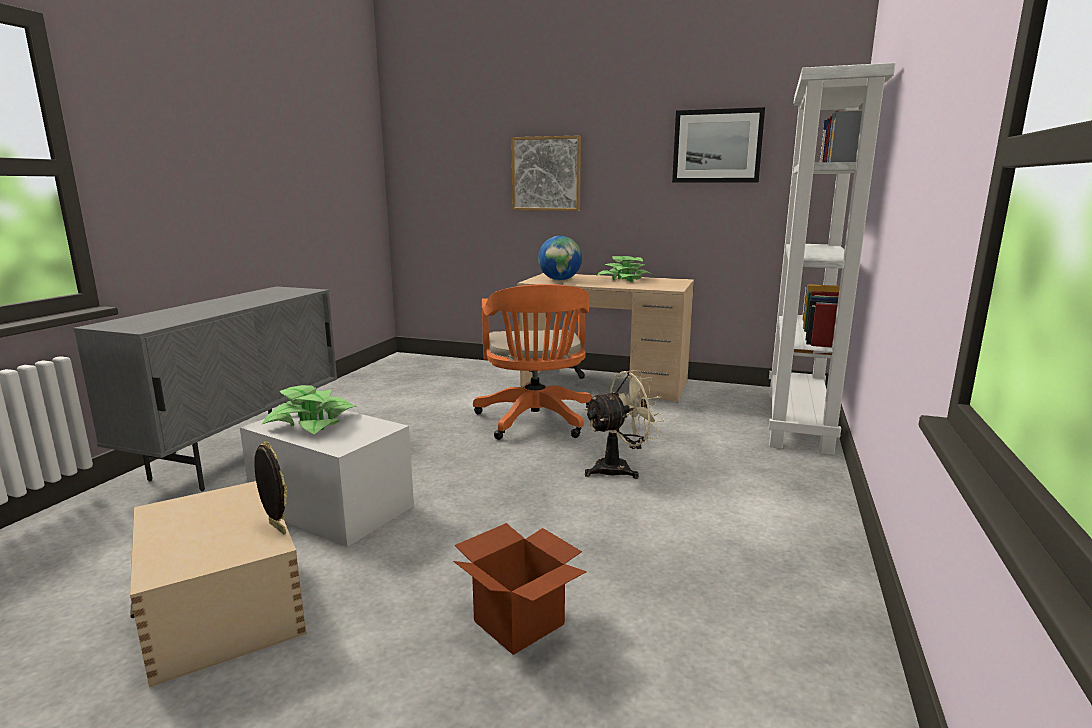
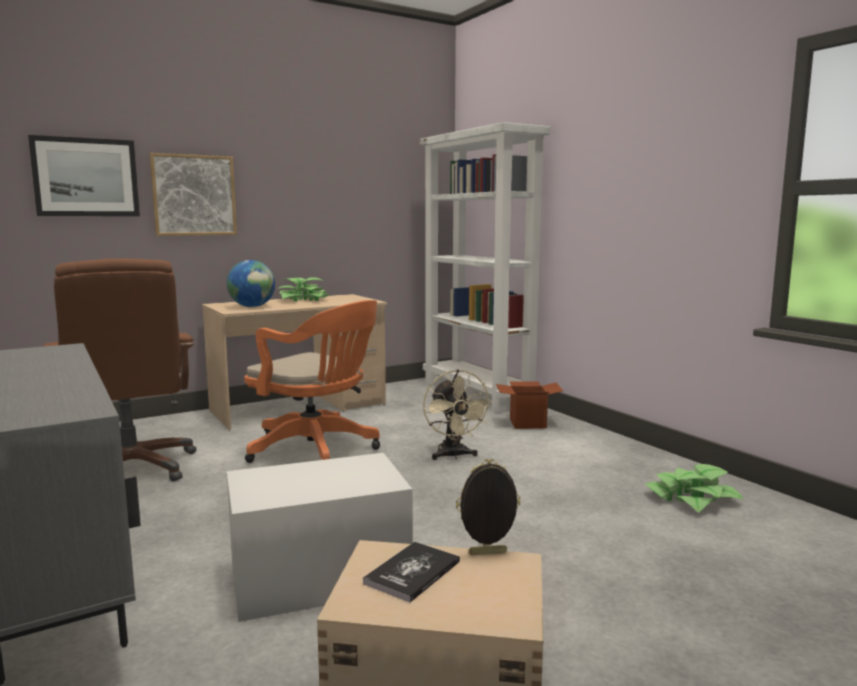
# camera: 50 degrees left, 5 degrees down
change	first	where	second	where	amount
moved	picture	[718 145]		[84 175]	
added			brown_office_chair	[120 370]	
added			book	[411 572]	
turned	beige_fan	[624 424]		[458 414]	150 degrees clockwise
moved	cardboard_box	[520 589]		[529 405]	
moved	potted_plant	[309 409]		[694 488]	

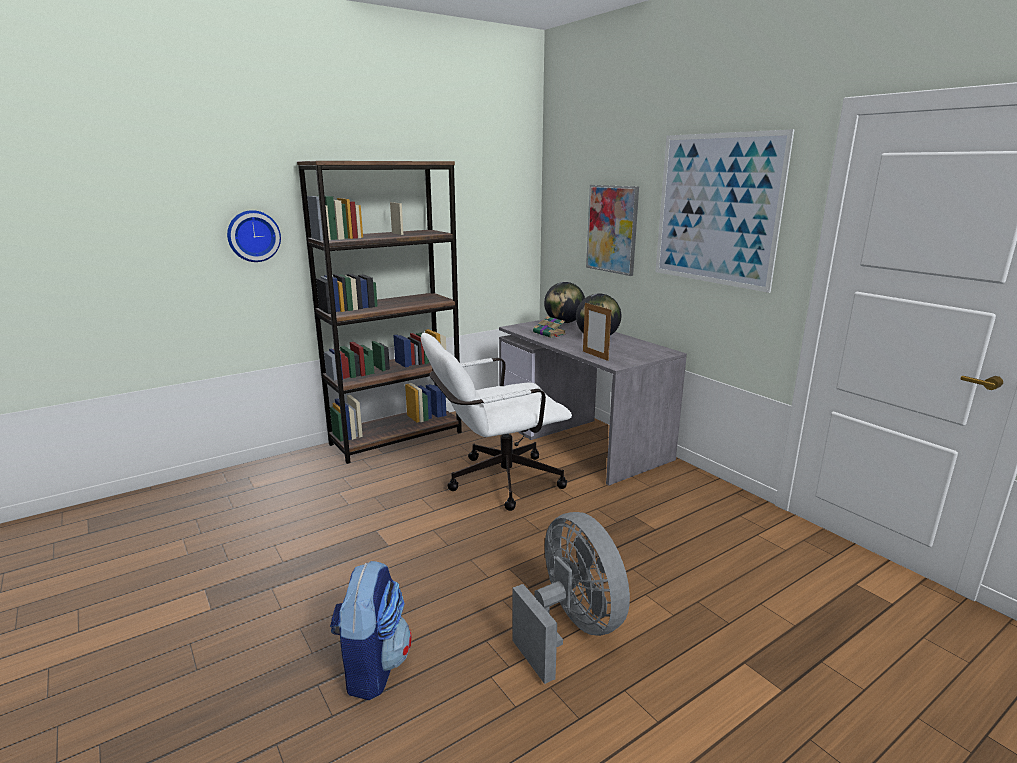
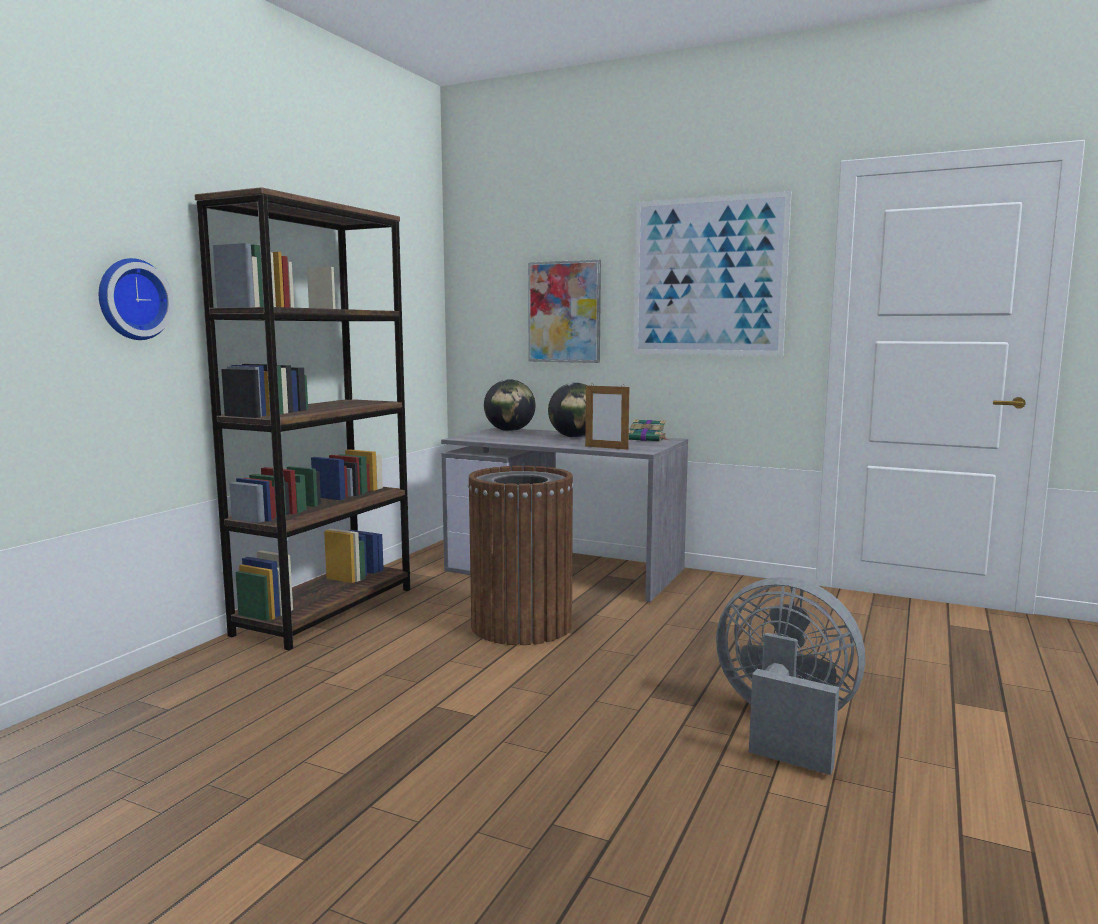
# camera: 30 degrees left, 10 degrees down
change	first	where	second	where	amount
replaced	white_office_chair	[496 422]	brown_trash_can	[521 555]	
moved	book	[549 327]		[648 430]	
removed	backpack	[371 630]			

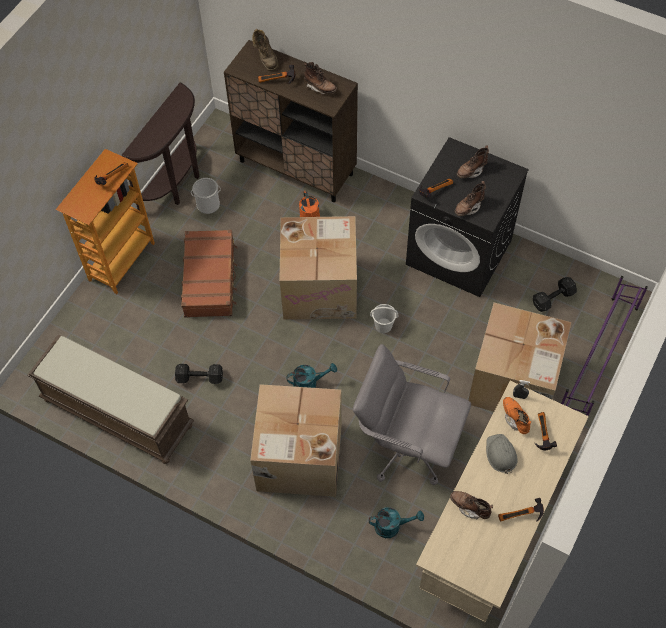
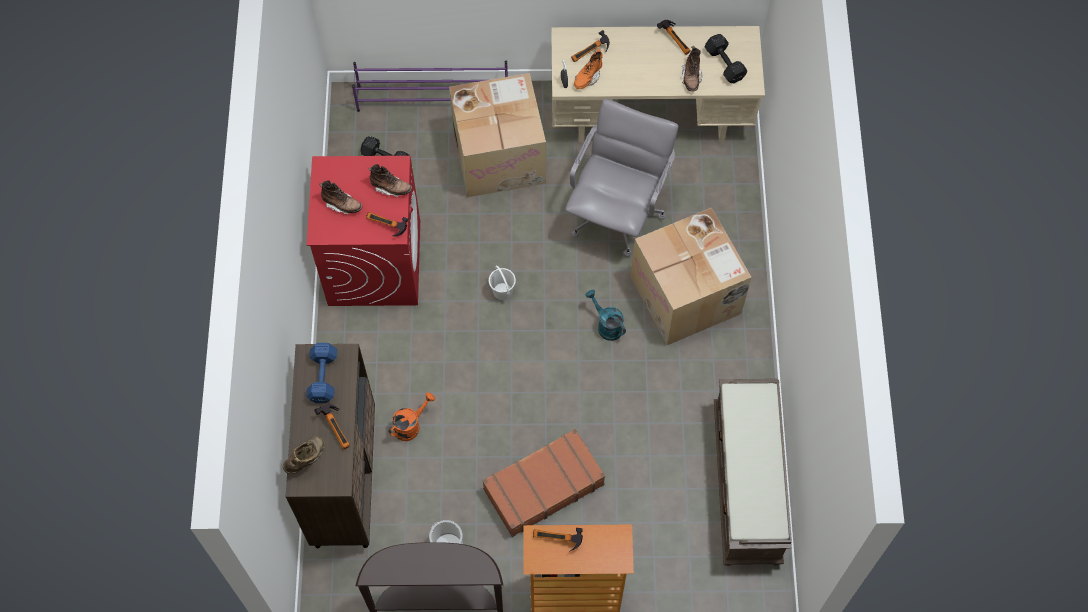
# camera: 120 degrees left, 5 degrees up
change	first	where	second	where	amount
replaced	brown_boot	[320 78]	blue_dumbbell	[321 373]	
recoloured	black_washing_machine	[467 217]	red_washing_machine	[363 231]	
turned	grey_office_chair	[412 414]		[621 178]	150 degrees counterclockwise
moved	black_dumbbell	[199 374]		[726 58]	
removed	cardboard_box	[318 268]			
removed	turquoise_watering_can	[396 522]			
removed	grey_hard_hat	[502 454]			

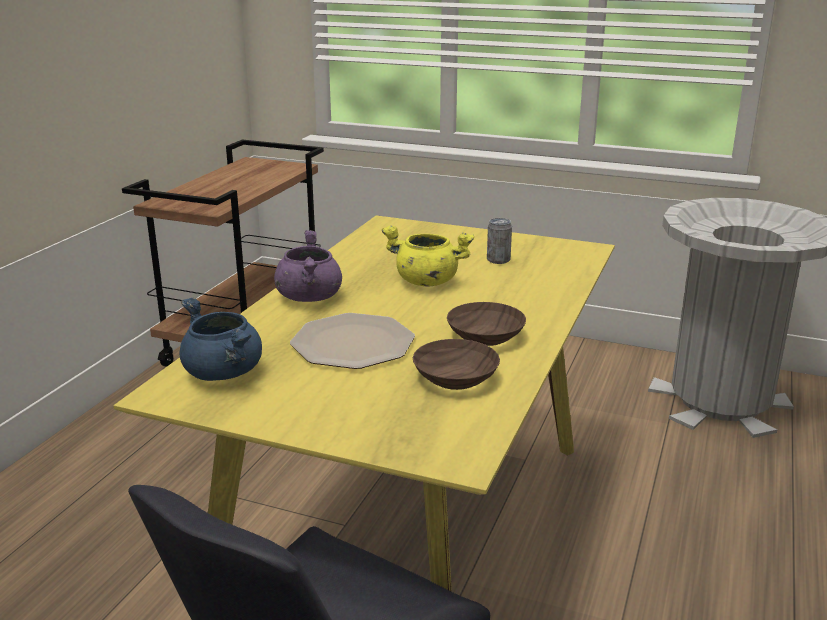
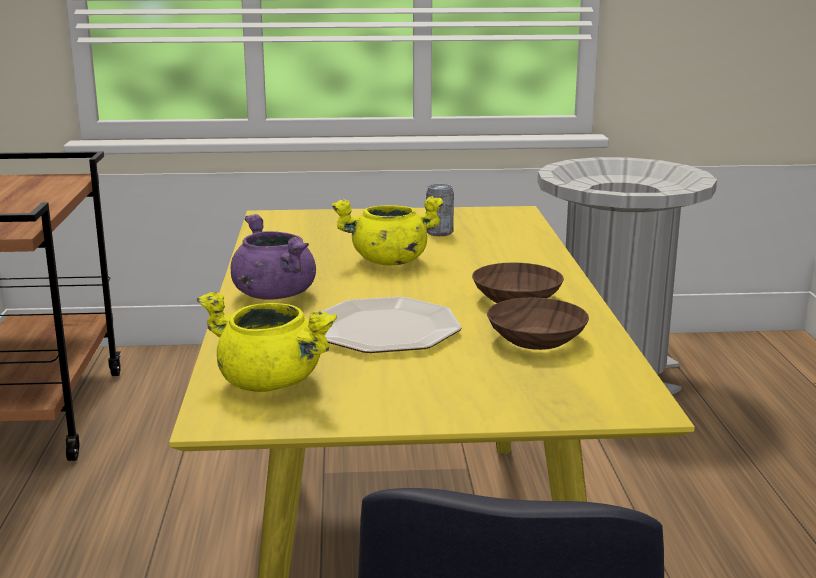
# camera: 25 degrees left, 5 degrees down
change	first	where	second	where	amount
recoloured	blue_cooking_pot	[221 339]	yellow_cooking_pot	[267 341]	

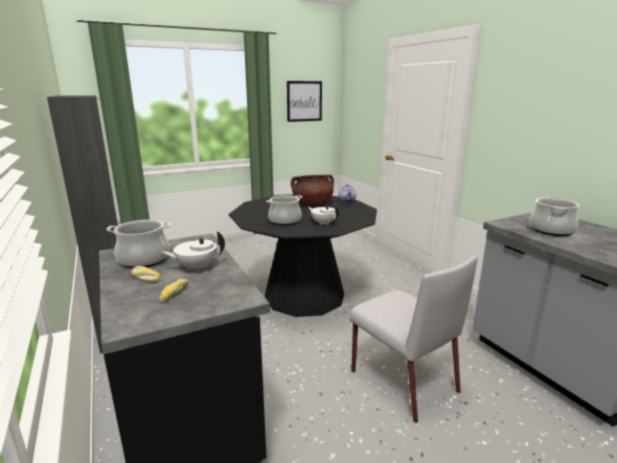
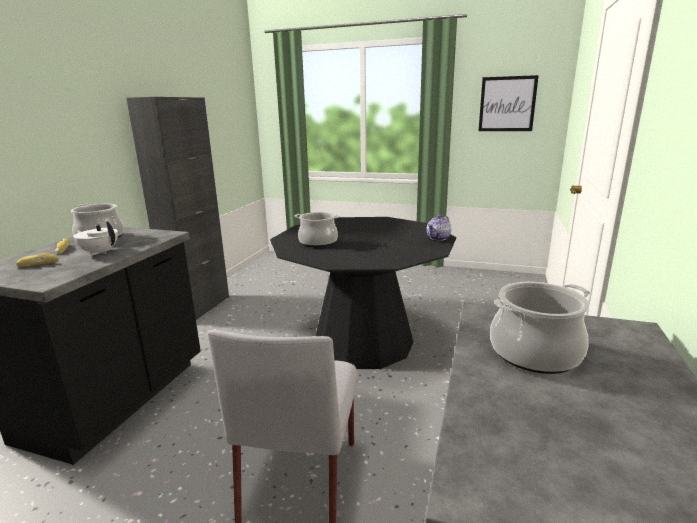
# camera: 45 degrees right, 0 degrees up
change	first	where	second	where	amount
removed	brown_cooking_pot	[312 190]			
removed	white_teapot	[323 214]			

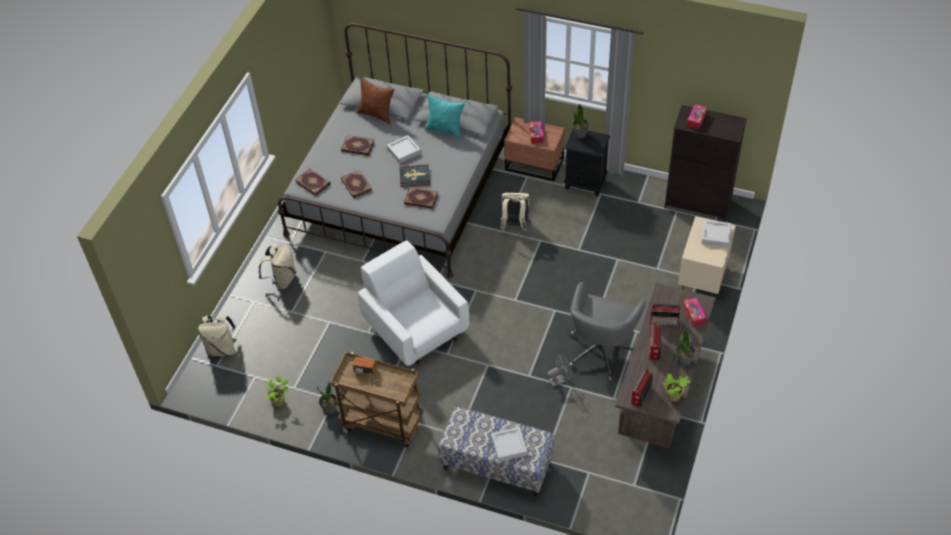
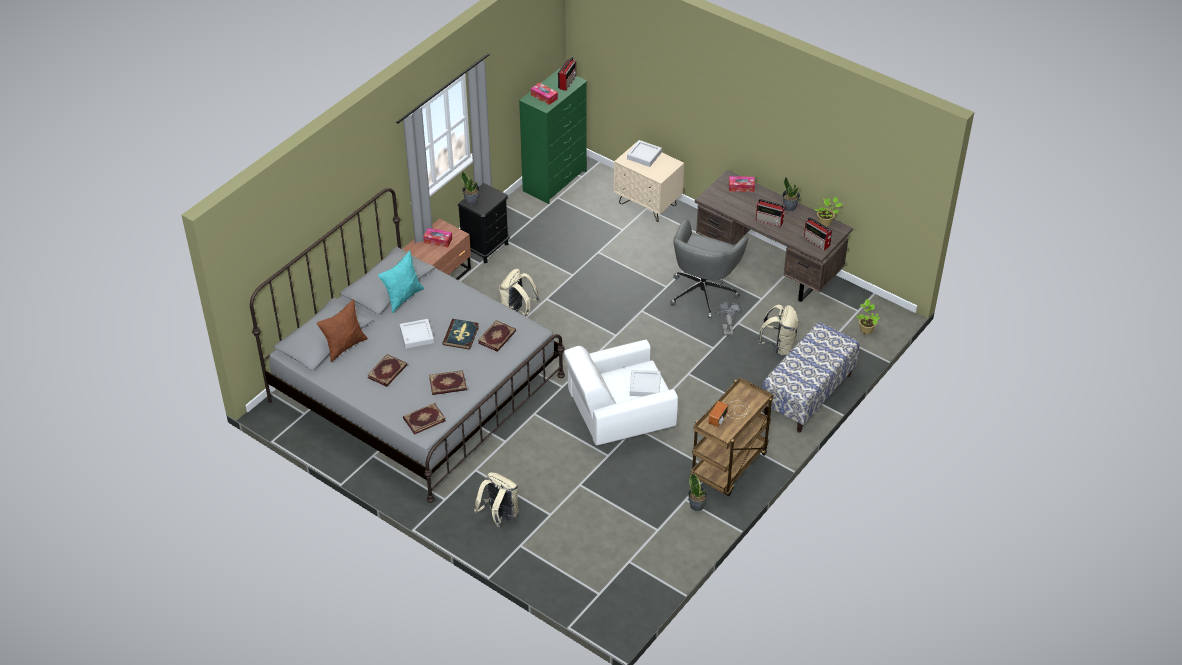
# camera: 75 degrees left, 5 degrees down
change	first	where	second	where	amount
recoloured	black_dresser	[706 163]	green_dresser	[553 136]	
moved	radio	[665 315]		[567 74]	
moved	grey_tray	[509 444]		[645 383]	
turned	grey_office_chair	[607 332]		[709 268]	75 degrees clockwise
moved	beige_backpack	[217 335]		[778 330]	
moved	potted_plant	[277 391]		[868 317]	

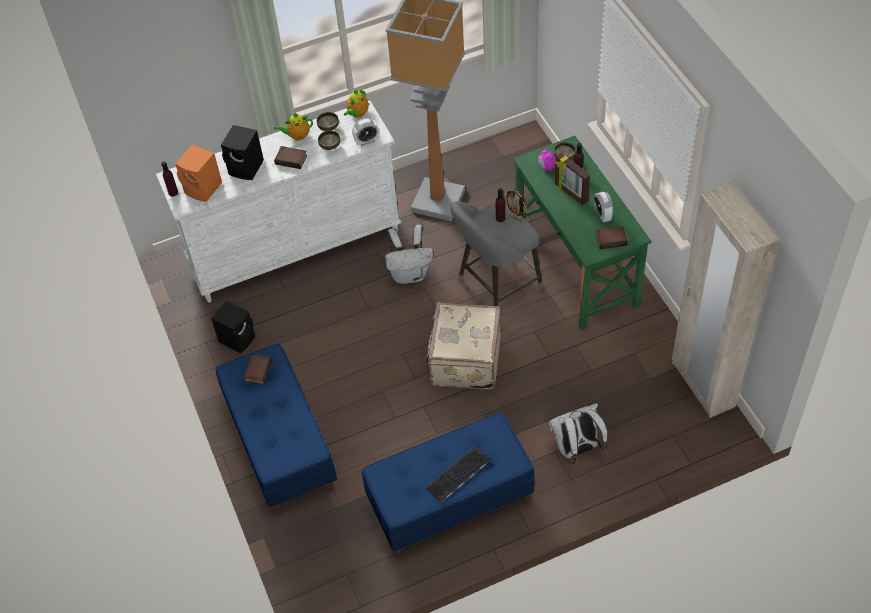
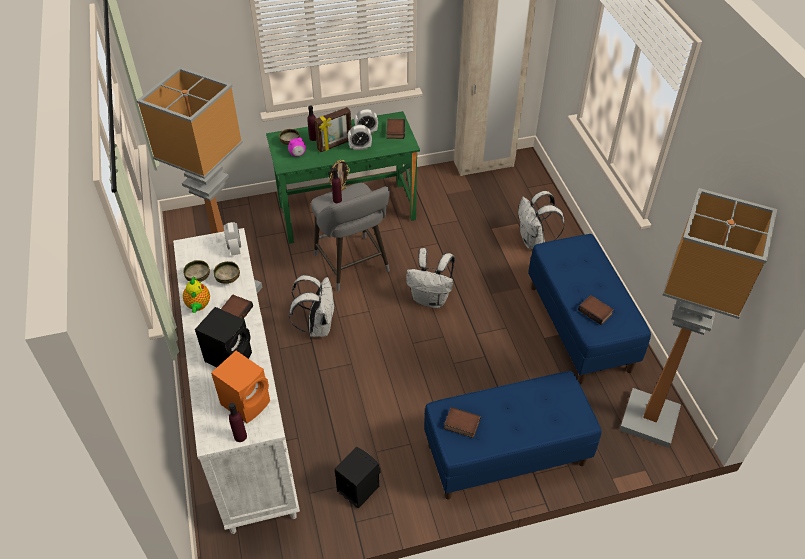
# camera: 85 degrees left, 5 degrees down
change	first	where	second	where	amount
added			alarm_clock	[360 137]	
replaced	beige_suitcase	[463 346]	white_backpack	[430 278]	
added			book	[596 310]	
added			floor_lamp	[698 318]	
removed	teapot	[356 103]			
removed	keyboard	[458 474]			

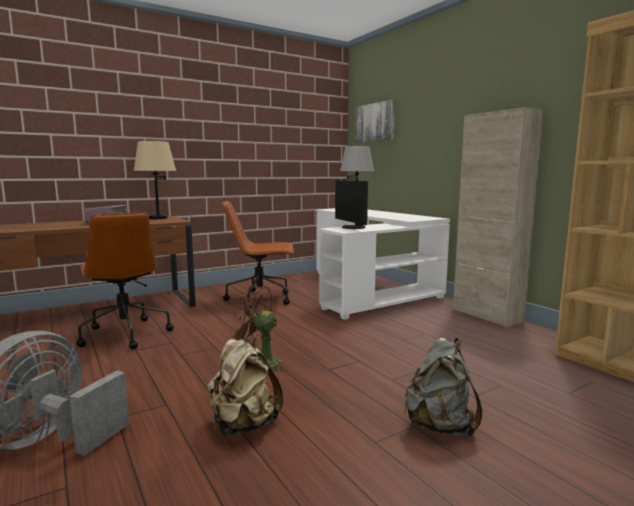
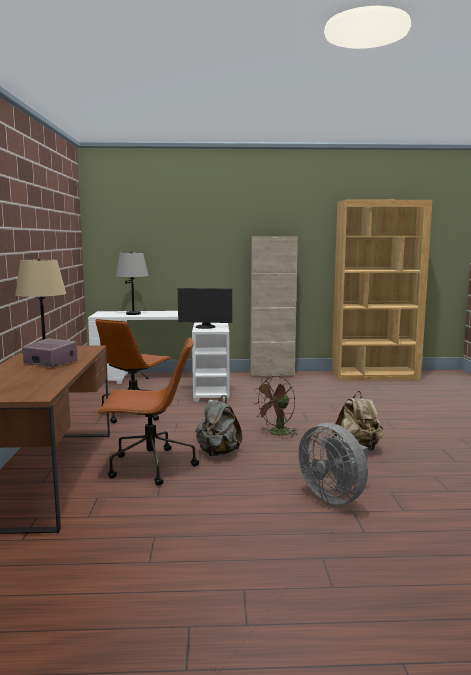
# camera: 60 degrees left, 0 degrees up
change	first	where	second	where	amount
moved	grey_backpack	[443 387]		[219 425]	
removed	picture	[375 121]			

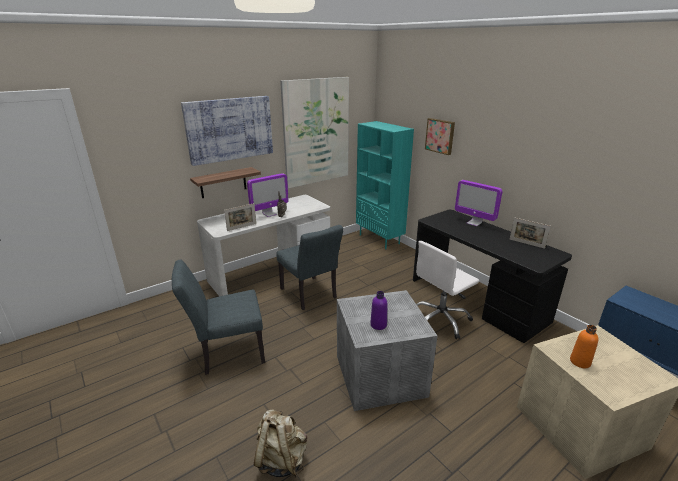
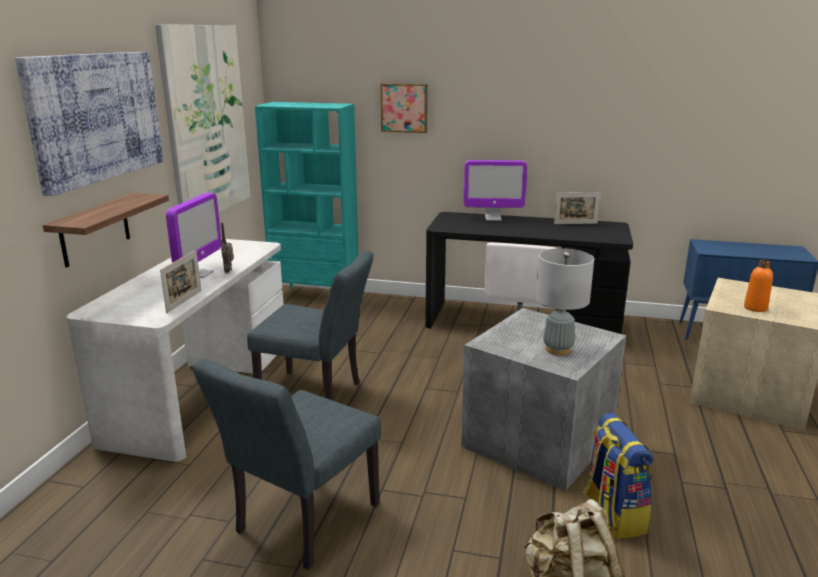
# camera: 40 degrees left, 5 degrees down
change	first	where	second	where	amount
replaced	purple_bottle	[379 310]	grey_table_lamp	[565 301]	
added			backpack	[617 476]	

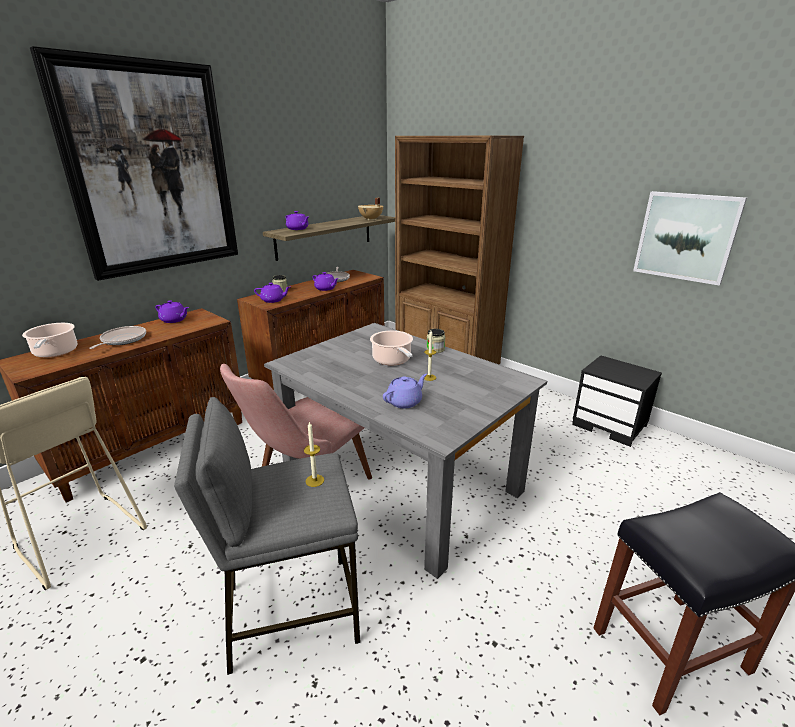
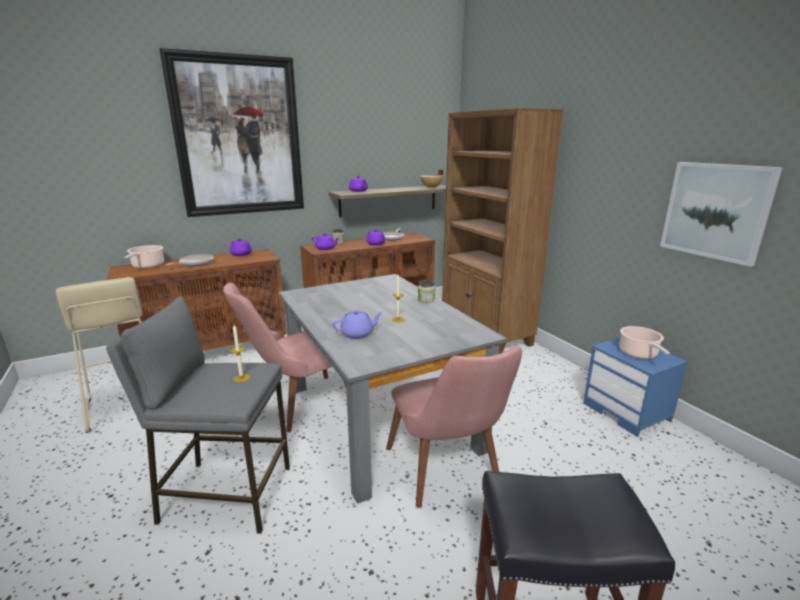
# camera: 20 degrees right, 5 degrees down
change	first	where	second	where	amount
added			pink_chair	[454 427]	
recoloured	black_nightstand	[617 401]	blue_nightstand	[636 387]	
moved	cooking_pot	[391 347]		[645 342]	

